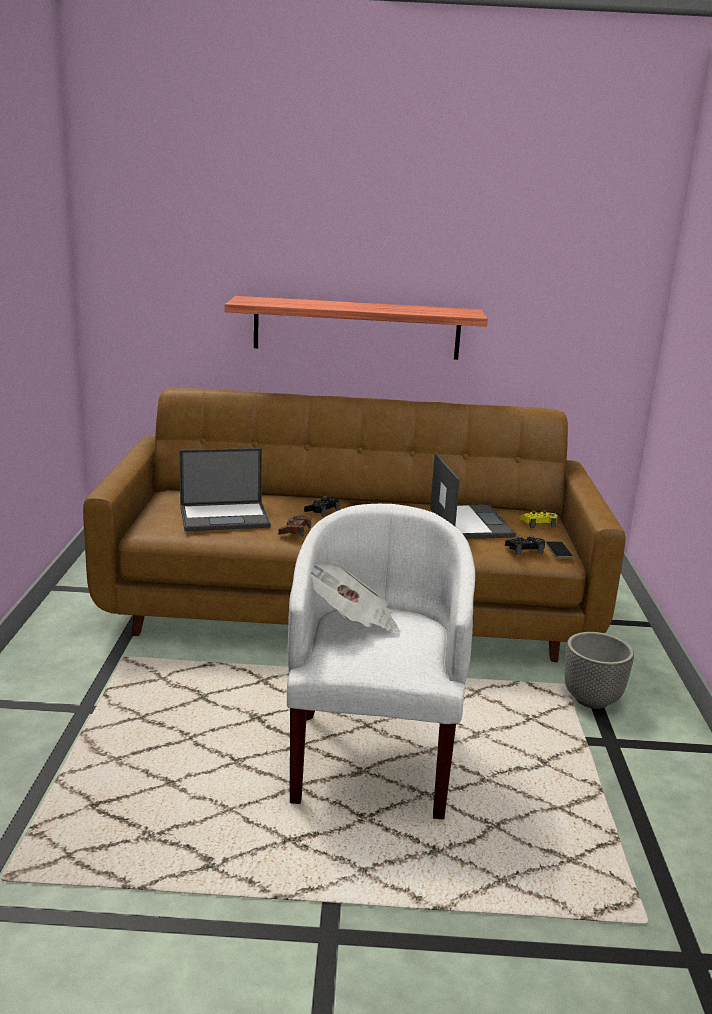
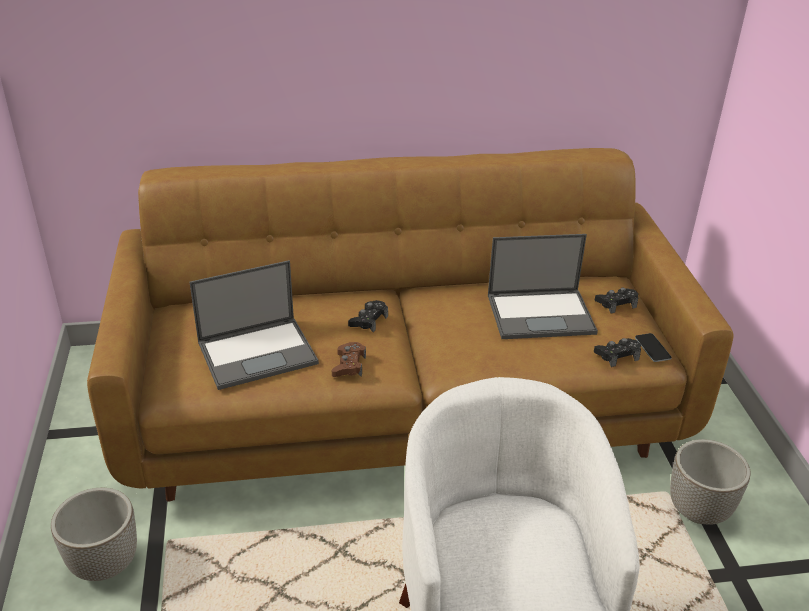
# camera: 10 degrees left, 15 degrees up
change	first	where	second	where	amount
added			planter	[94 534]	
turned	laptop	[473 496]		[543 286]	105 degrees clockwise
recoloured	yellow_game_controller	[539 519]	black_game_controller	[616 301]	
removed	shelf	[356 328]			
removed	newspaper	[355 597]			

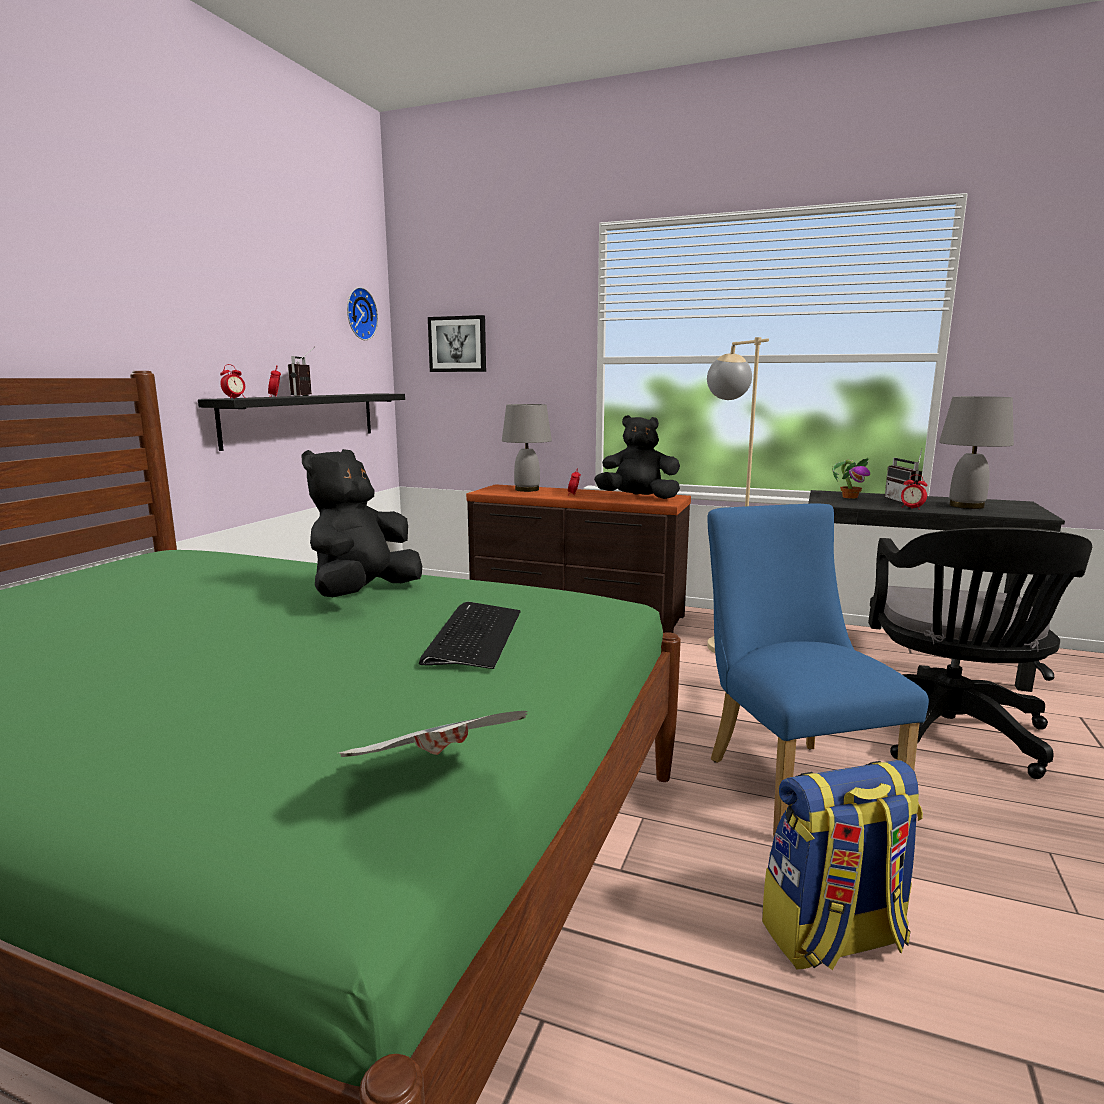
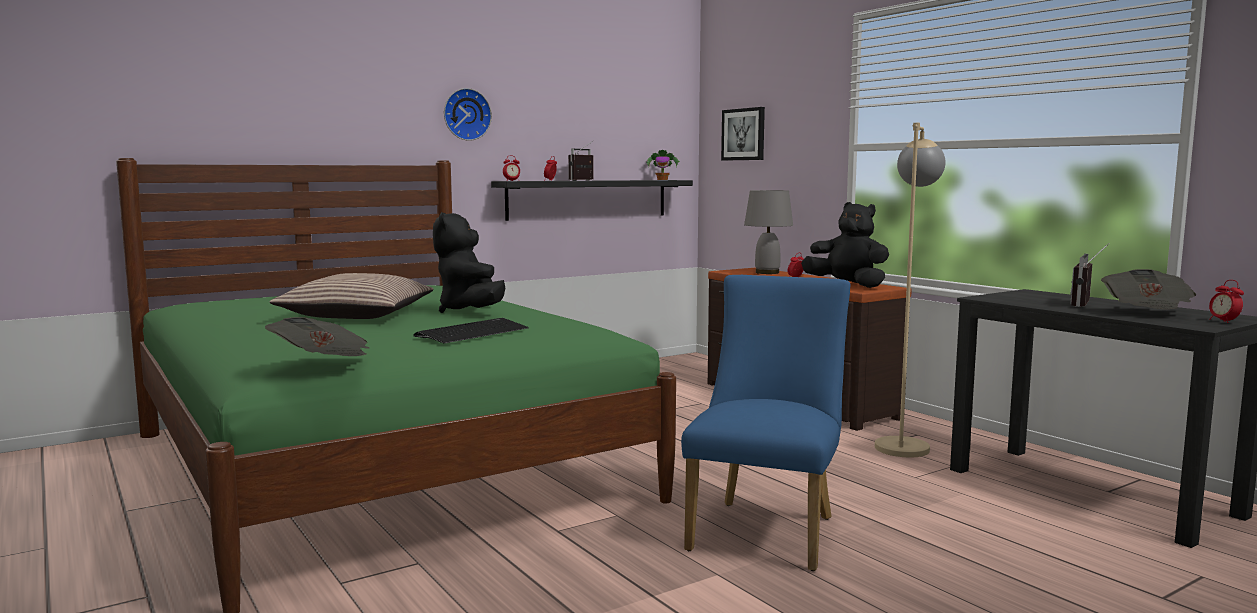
# camera: 35 degrees right, 5 degrees down
change	first	where	second	where	amount
added			pillow	[351 296]	
turned	black_plush_toy	[361 523]		[469 262]	75 degrees counterclockwise
moved	wall_clock	[362 313]		[468 114]	
moved	potted_plant	[851 478]		[662 164]	
replaced	grey_table_lamp	[976 452]	newspaper	[1148 289]	
moved	alarm_clock	[914 492]		[1226 301]	
removed	backpack	[842 865]			
removed	black_office_chair	[980 653]			

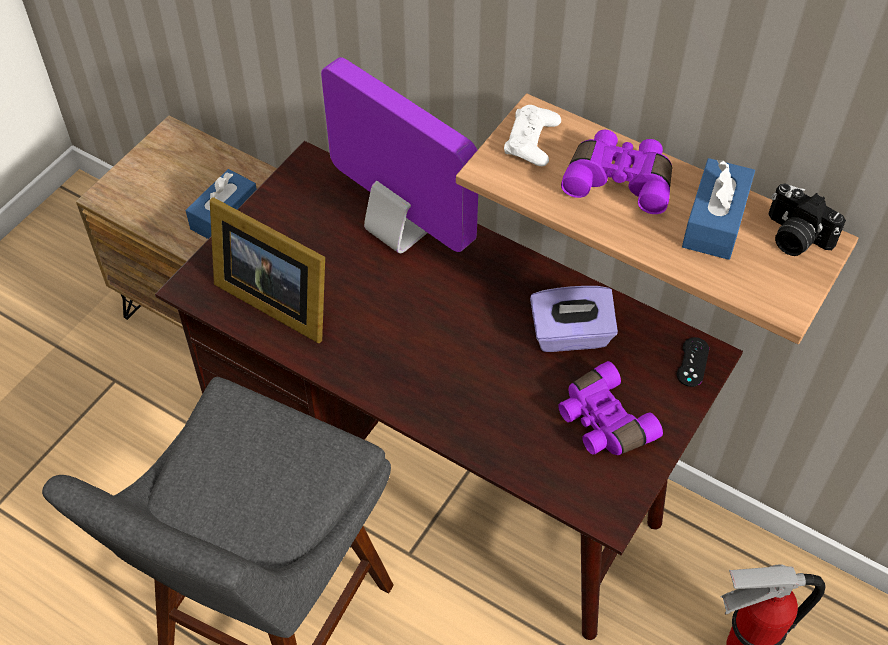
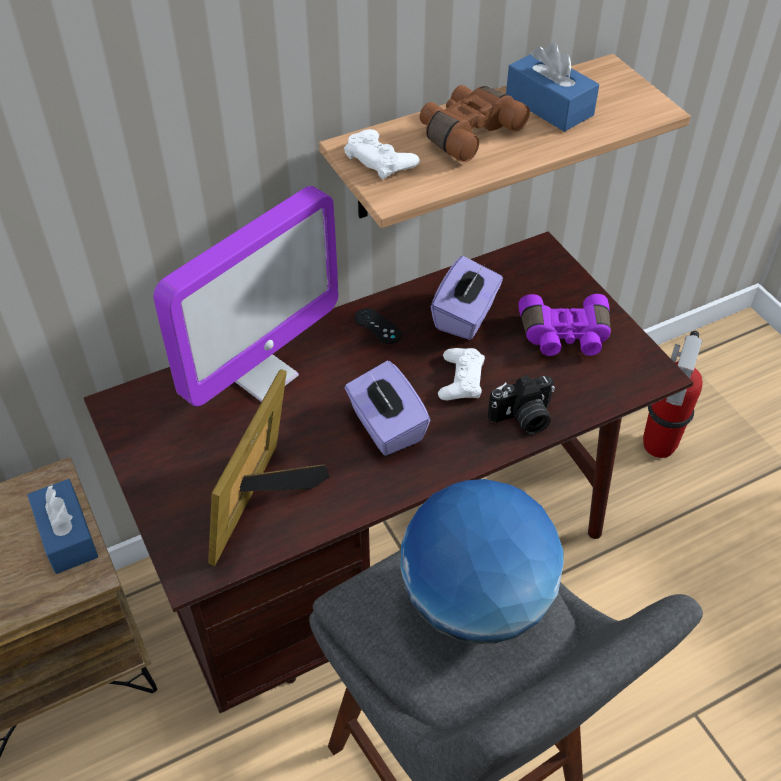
# camera: 60 degrees left, 5 degrees down
change	first	where	second	where	amount
turned	monitor	[399 155]		[245 296]	150 degrees clockwise
turned	picture_frame	[267 270]		[268 467]	135 degrees clockwise
added			purple_tissue_box	[387 408]	
moved	black_game_controller	[693 362]		[378 326]	
added			globe	[482 561]	
recoloured	purple_binoculars	[616 172]	brown_binoculars	[475 124]	
added			white_game_controller	[461 374]	
moved	photo_camera	[807 219]		[521 404]	

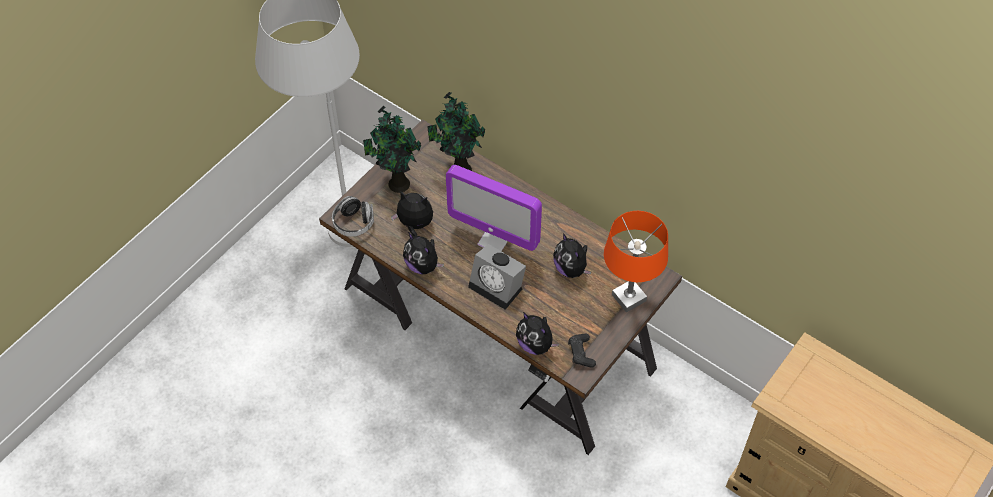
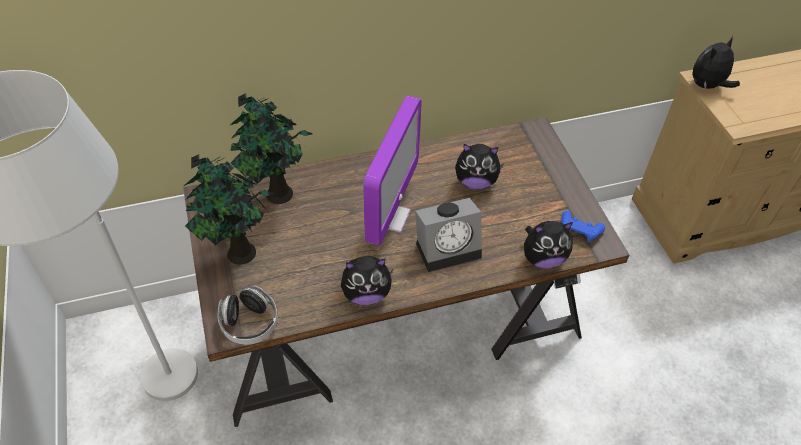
# camera: 55 degrees left, 5 degrees down
change	first	where	second	where	amount
turned	monitor	[494 208]		[392 170]	45 degrees counterclockwise
recoloured	black_game_controller	[582 350]	blue_game_controller	[583 226]	
moved	plush_toy	[412 213]		[716 63]	
removed	orange_table_lamp	[636 262]			

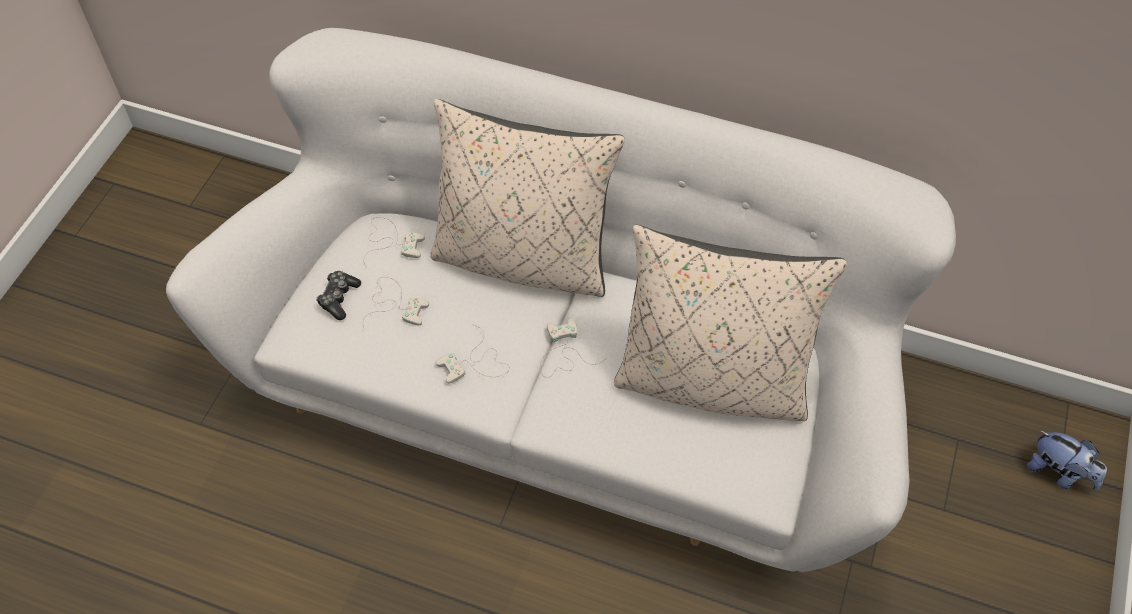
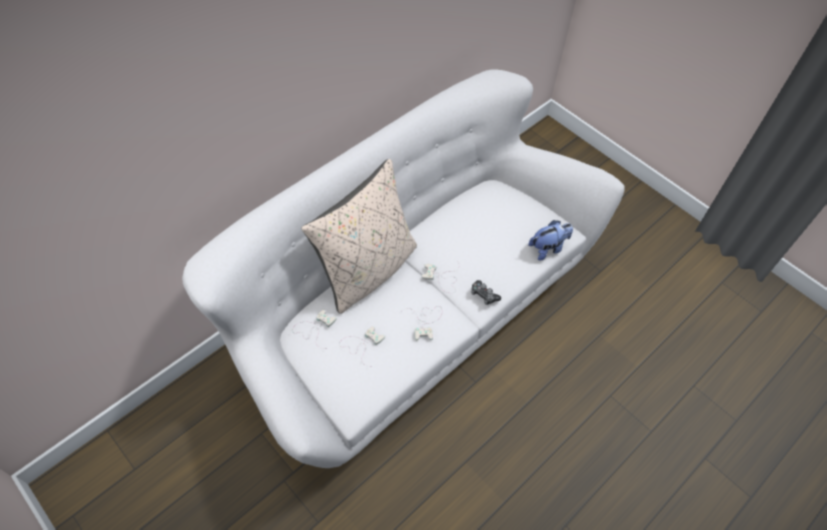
# camera: 65 degrees left, 0 degrees up
change	first	where	second	where	amount
moved	game_controller	[338 295]		[486 292]	
moved	plush_toy	[1067 460]		[550 240]	
removed	beige_pillow	[730 323]			

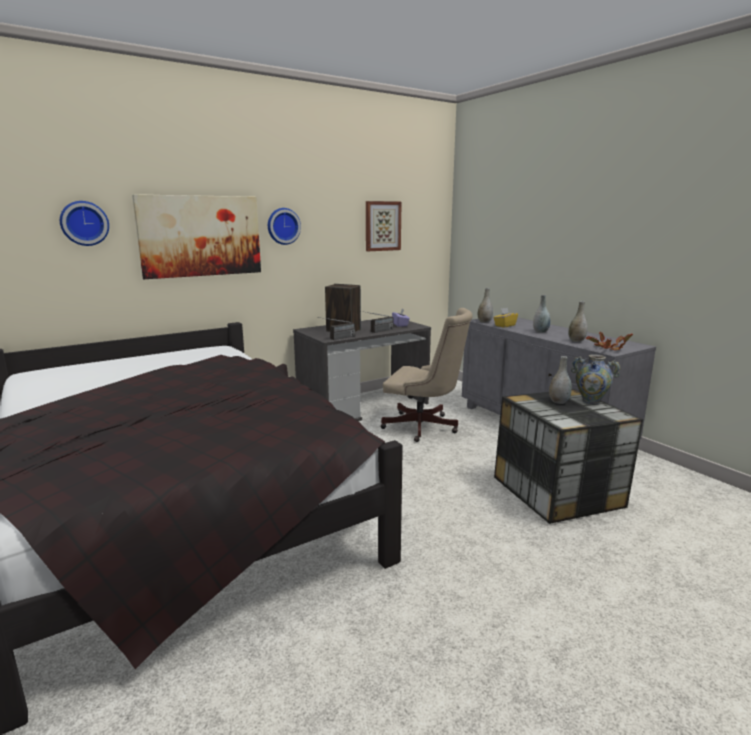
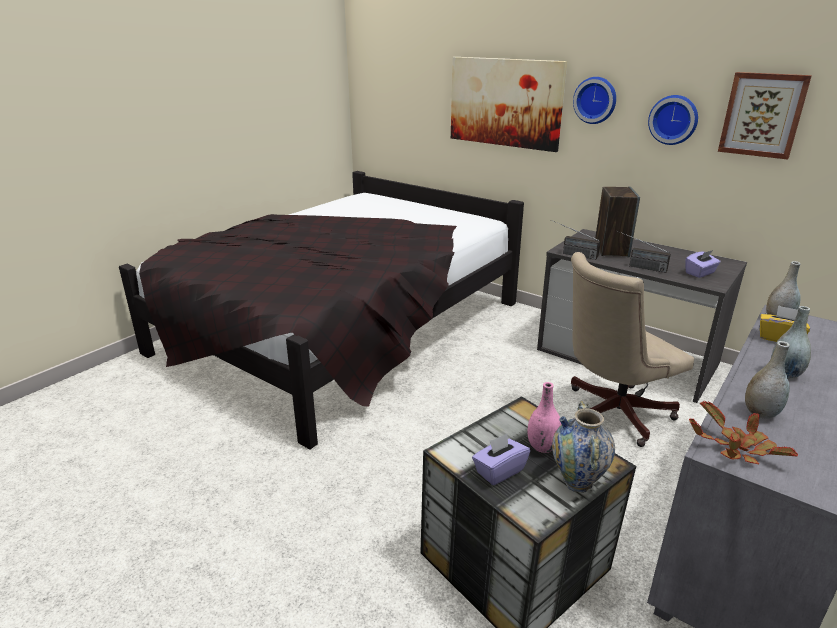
# camera: 70 degrees right, 10 degrees up
change	first	where	second	where	amount
added			purple_tissue_box	[501 459]	
recoloured	grey_vase	[560 380]	pink_vase	[545 417]	
turned	beige_office_chair	[426 375]		[632 349]	60 degrees clockwise
moved	wall_clock	[84 223]		[673 120]	

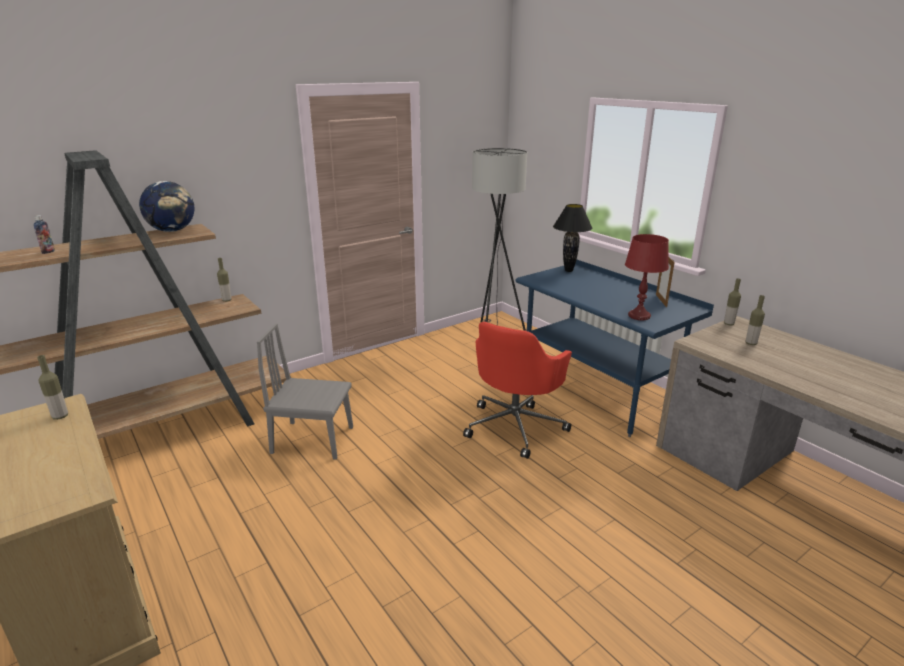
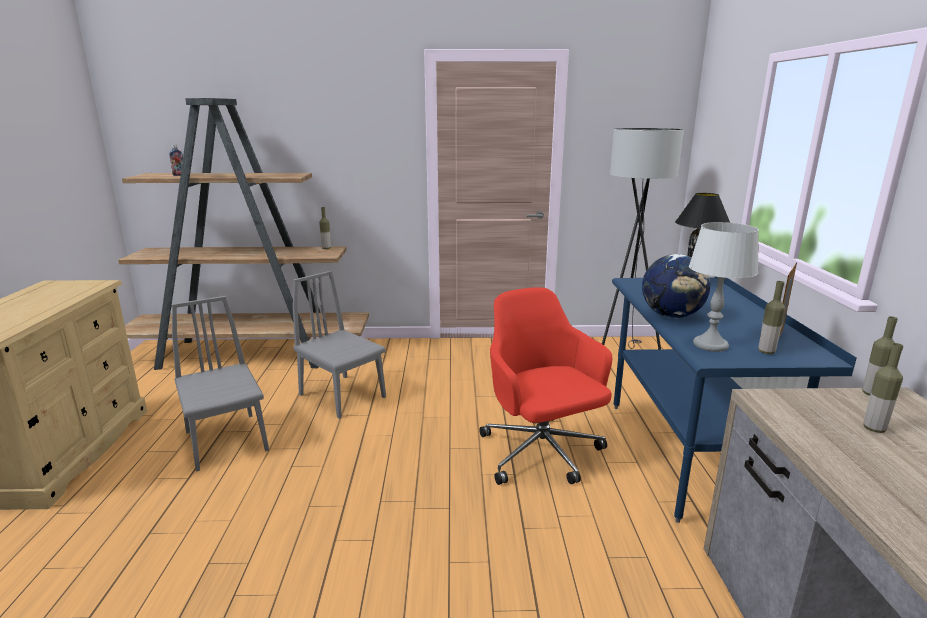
# camera: 35 degrees right, 5 degrees down
change	first	where	second	where	amount
added			grey_chair	[220 384]	
turned	red_office_chair	[517 390]		[545 386]	90 degrees clockwise
moved	globe	[166 206]		[676 286]	
recoloured	red_table_lamp	[647 277]	grey_table_lamp	[724 287]	
moved	bottle	[52 387]		[771 317]	

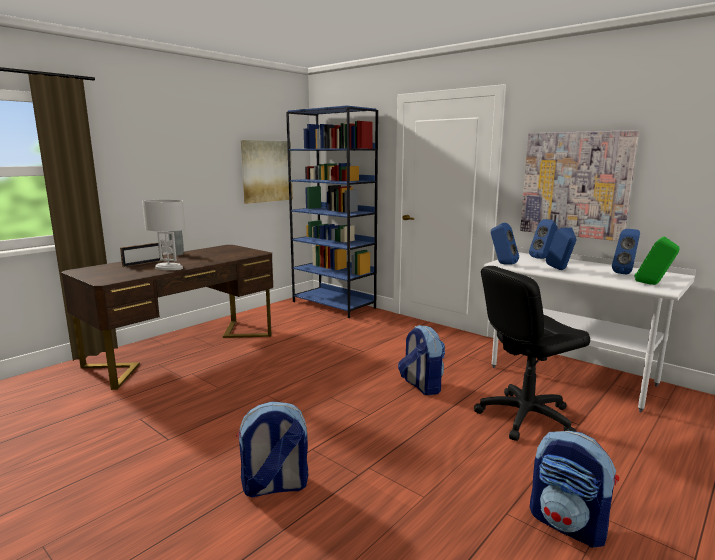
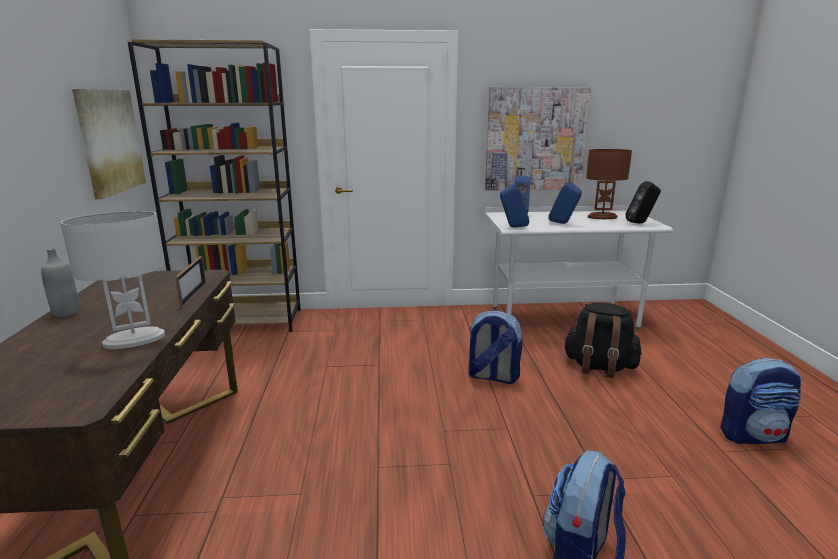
# camera: 45 degrees left, 5 degrees up
change	first	where	second	where	amount
recoloured	blue_bookcase	[332 211]	brown_bookcase	[214 185]	
moved	picture_frame	[141 255]		[190 281]	
replaced	black_office_chair	[532 353]	black_backpack	[602 340]	
replaced	blue_speaker	[626 251]	brown_table_lamp	[609 184]	
recoloured	green_speaker	[656 260]	black_speaker	[643 202]	

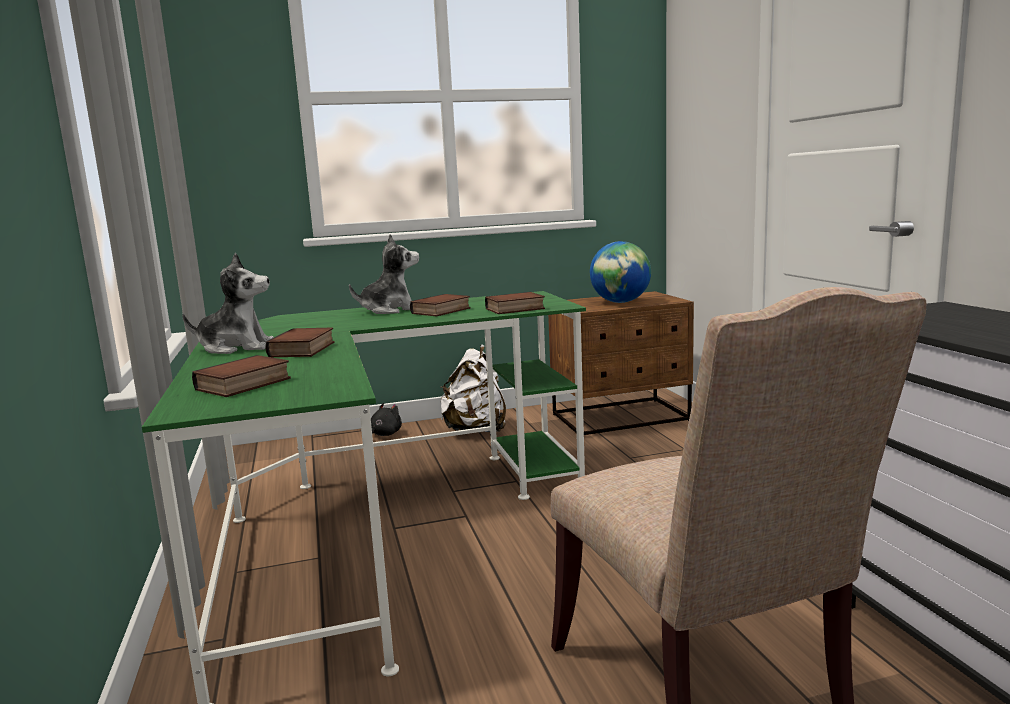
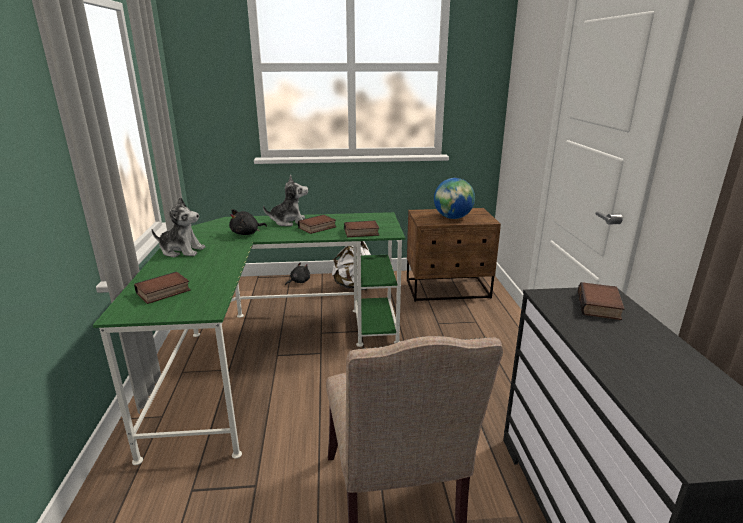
# camera: 10 degrees right, 10 degrees up
change	first	where	second	where	amount
added			black_plush_toy	[248 222]	
moved	book	[300 342]		[601 301]	

